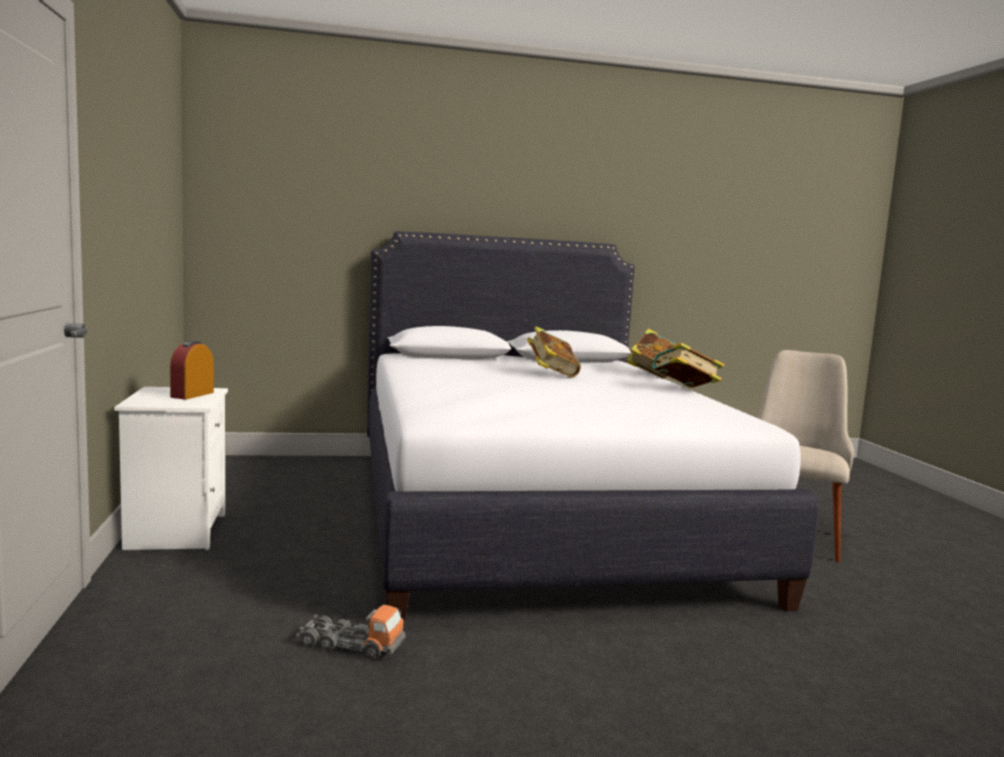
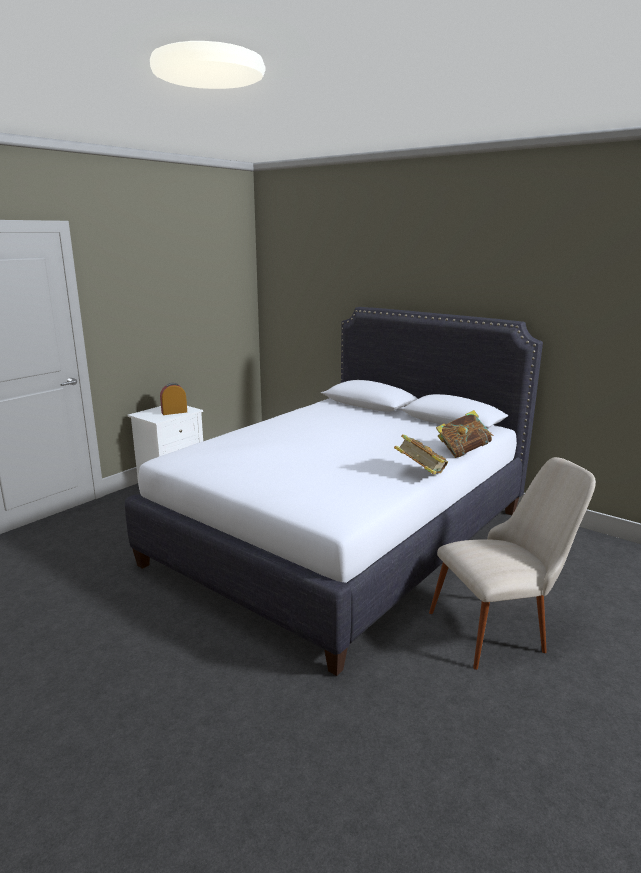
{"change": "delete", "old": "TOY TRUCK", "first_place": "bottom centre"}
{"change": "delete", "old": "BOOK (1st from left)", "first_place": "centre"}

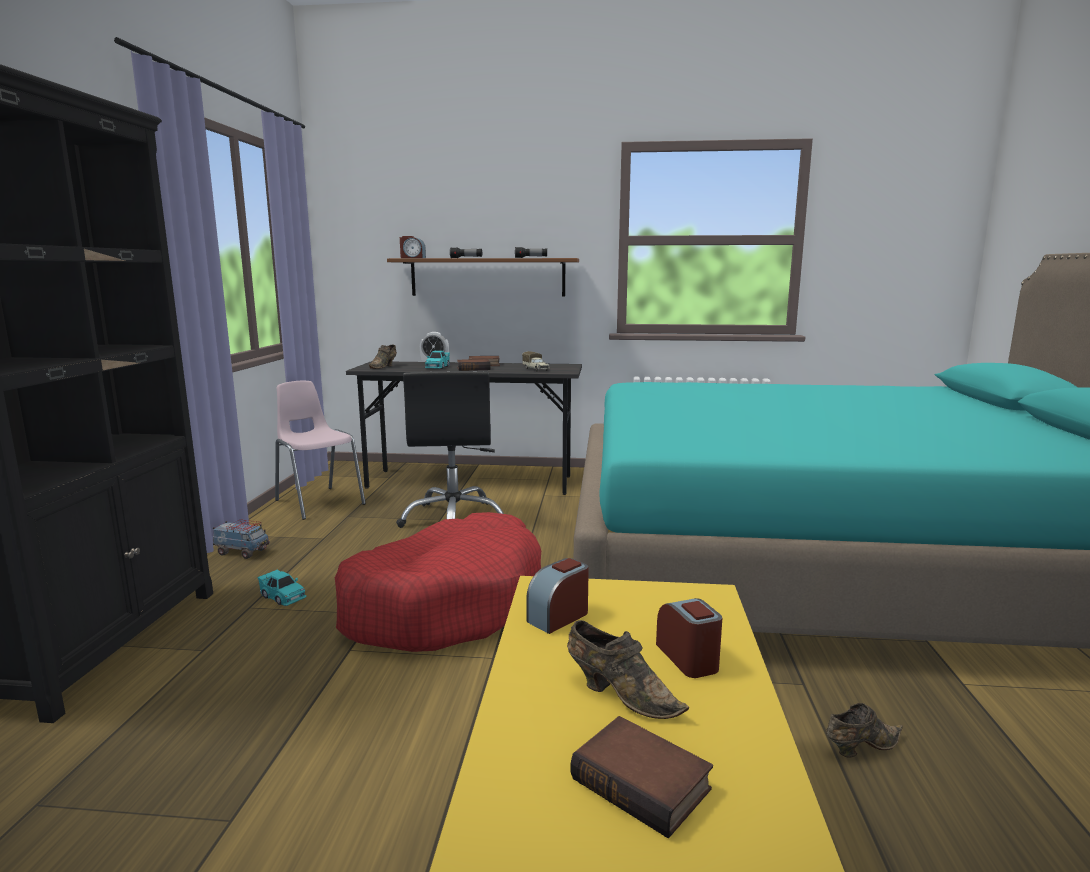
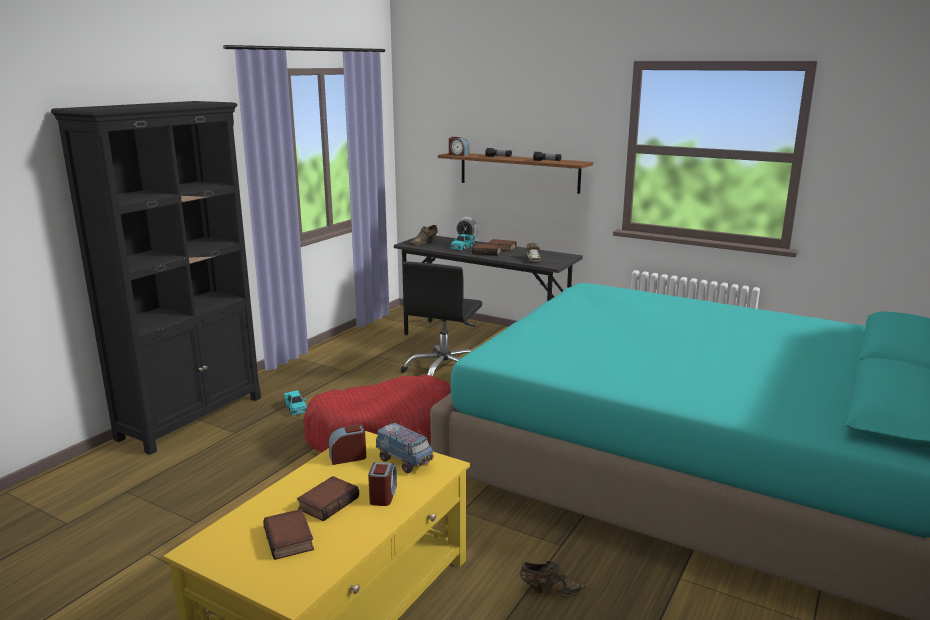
{"change": "move", "old": "TOY TRUCK (1st from left)", "first_place": "middle left", "second_place": "bottom centre"}
{"change": "delete", "old": "PINKISH PLAIN CHAIR", "first_place": "middle left"}
{"change": "replace", "old": "BROWN-COLOURED LOW SHOE (2nd from left)", "new": "BOOK (2nd from left)", "first_place": "bottom centre", "second_place": "bottom centre"}

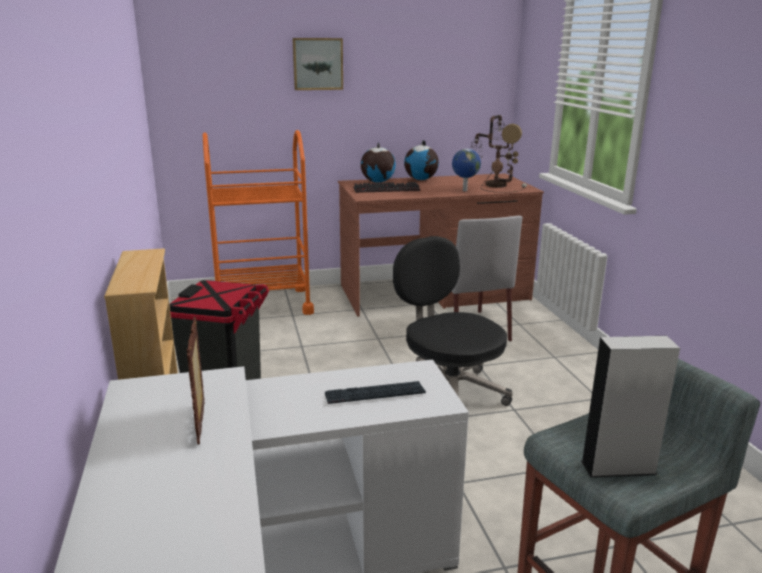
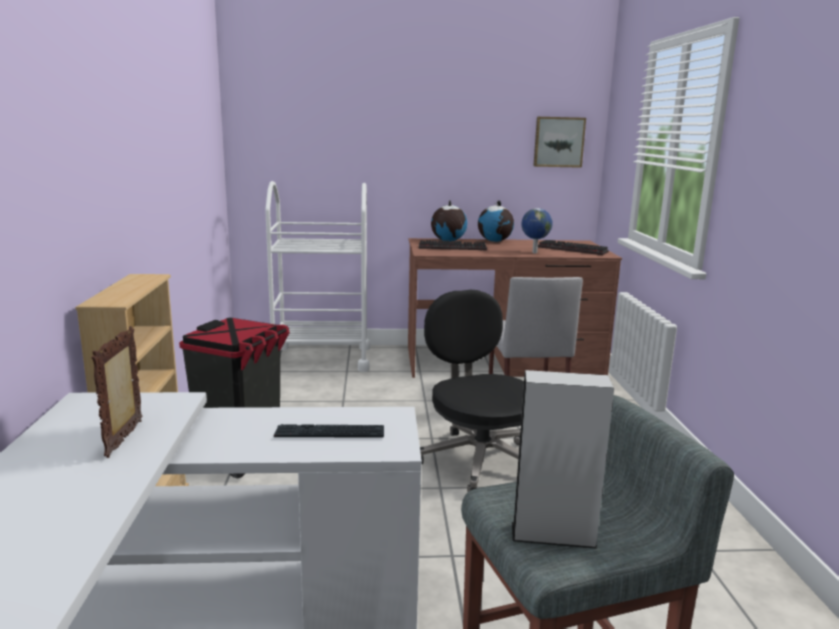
{"change": "recolor", "old": "ORANGE WHEELED CART", "new": "WHITISH WHEELED CART", "first_place": "centre", "second_place": "centre"}
{"change": "move", "old": "WALL PICTURE", "first_place": "top centre", "second_place": "top right"}
{"change": "replace", "old": "TABLE LAMP", "new": "KEYBOARD (3rd from left)", "first_place": "top centre", "second_place": "middle right"}

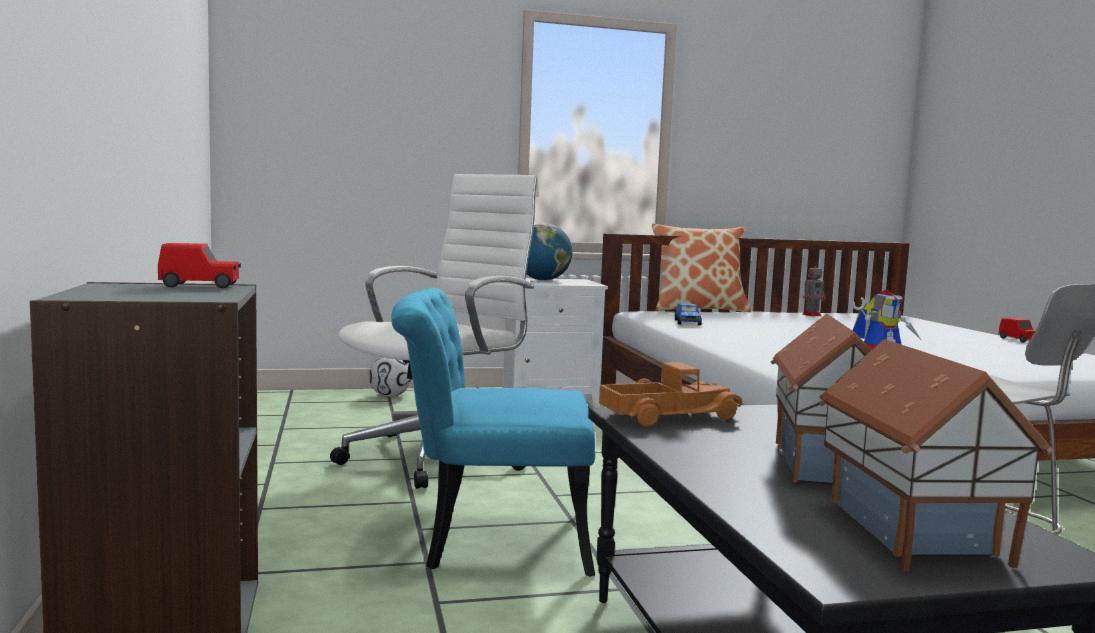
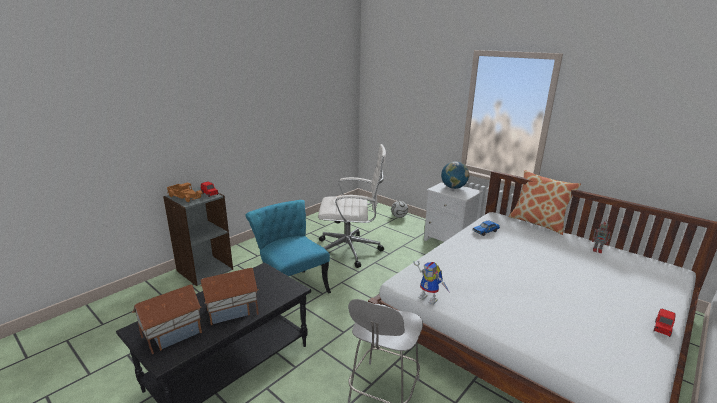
{"change": "move", "old": "TOY TRUCK", "first_place": "centre", "second_place": "middle left"}

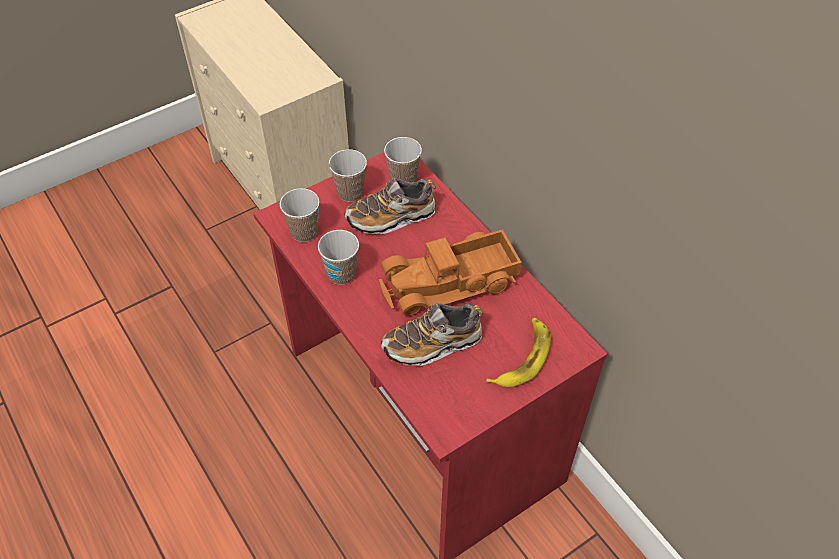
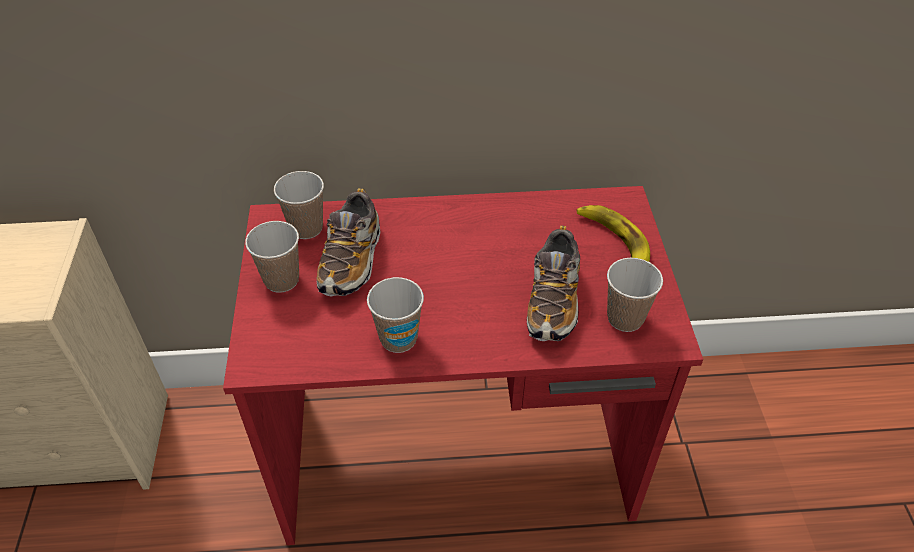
{"change": "move", "old": "CUP (1st from left in the first image)", "new": "CUP (4th from left)", "first_place": "centre", "second_place": "middle right"}
{"change": "delete", "old": "TOY TRUCK", "first_place": "centre"}

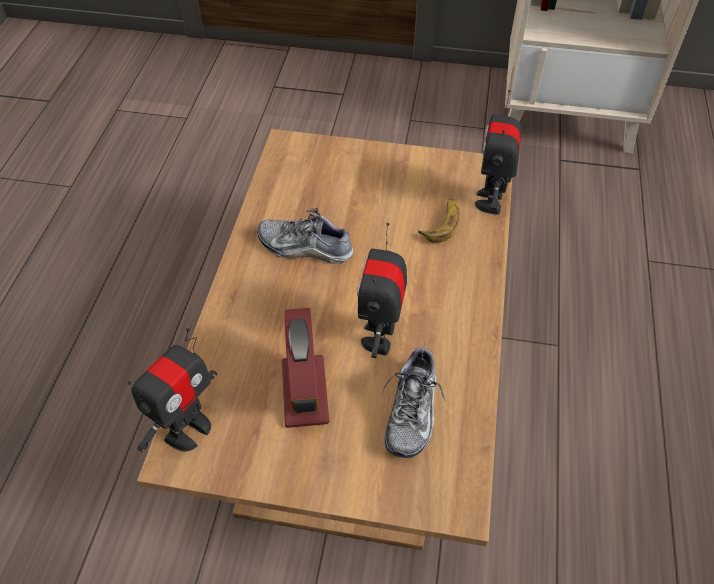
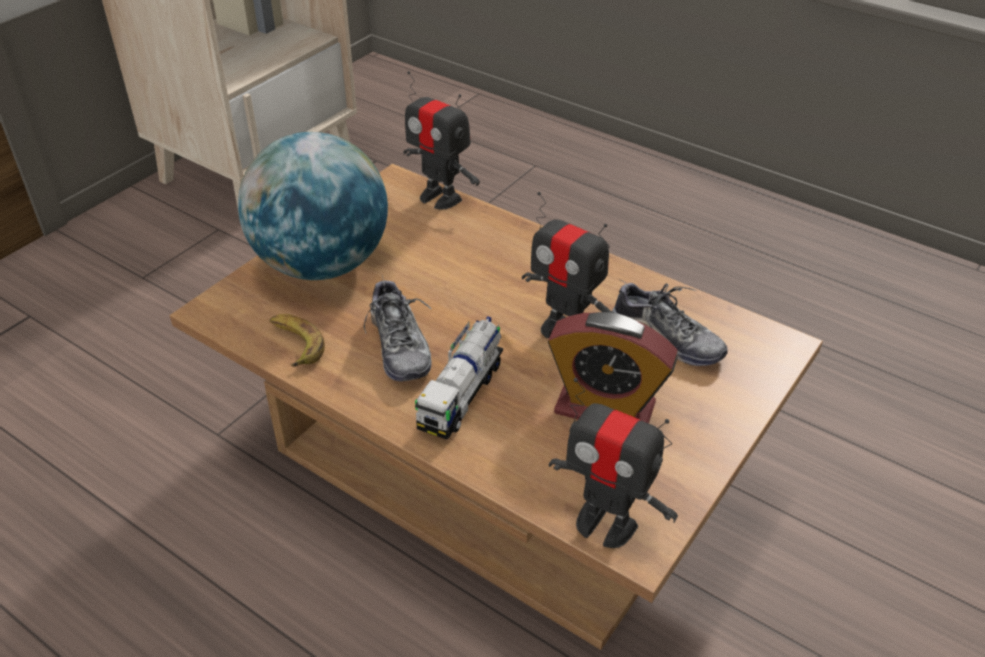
{"change": "rotate", "old": "TOY ROBOT (1st from left in the first image)", "first_place": "bottom left", "second_place": "bottom centre", "degrees": 150}
{"change": "rotate", "old": "LOW SHOE (1st from left)", "first_place": "centre", "second_place": "centre", "degrees": -60}
{"change": "move", "old": "WHOLE BANANA", "first_place": "centre", "second_place": "middle left"}
{"change": "insert", "new": "DESK GLOBE", "second_place": "top left"}
{"change": "insert", "new": "TOY TRUCK", "second_place": "centre"}

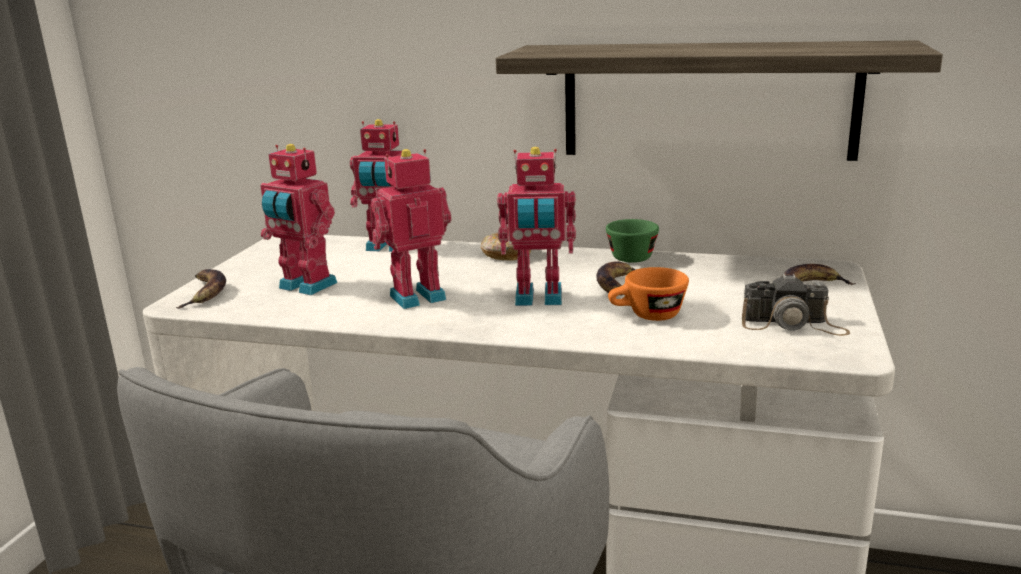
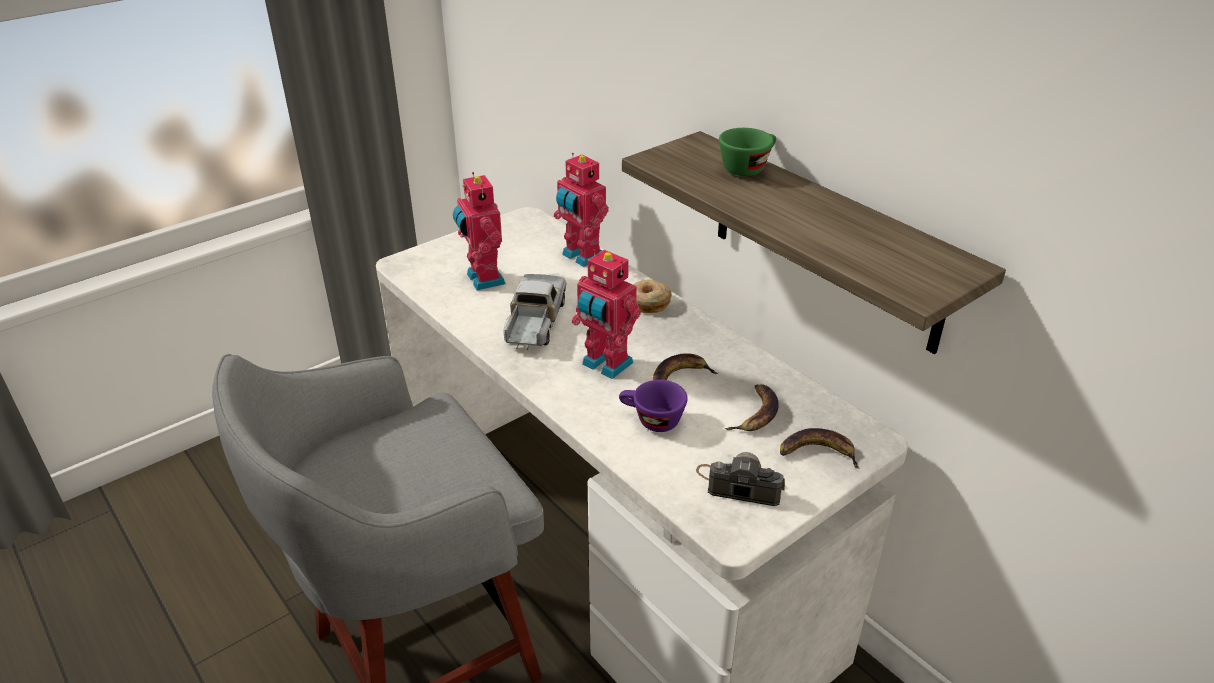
{"change": "move", "old": "WHOLE BANANA (1st from left in the first image)", "new": "WHOLE BANANA (2nd from left)", "first_place": "middle left", "second_place": "centre"}
{"change": "replace", "old": "TOY ROBOT (3rd from left)", "new": "TOY TRUCK", "first_place": "centre", "second_place": "centre"}
{"change": "move", "old": "GREEN CUP", "first_place": "centre", "second_place": "top centre"}
{"change": "recolor", "old": "ORANGE CUP", "new": "PURPLISH CUP", "first_place": "centre", "second_place": "centre"}
{"change": "rotate", "old": "STILL CAMERA", "first_place": "middle right", "second_place": "bottom centre", "degrees": 150}

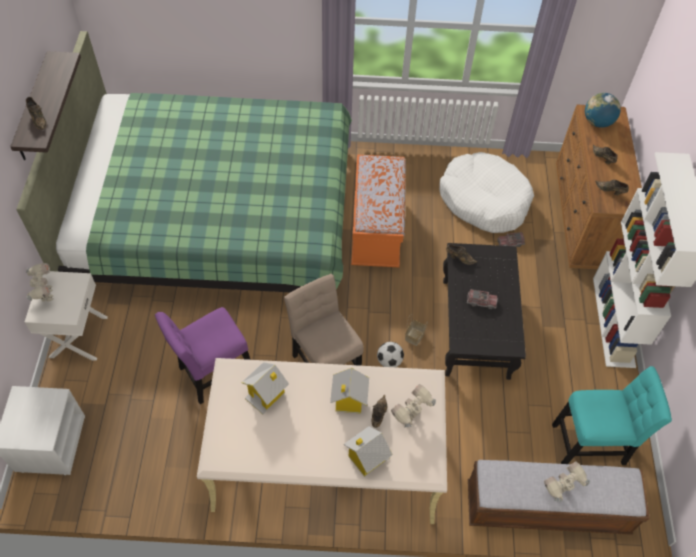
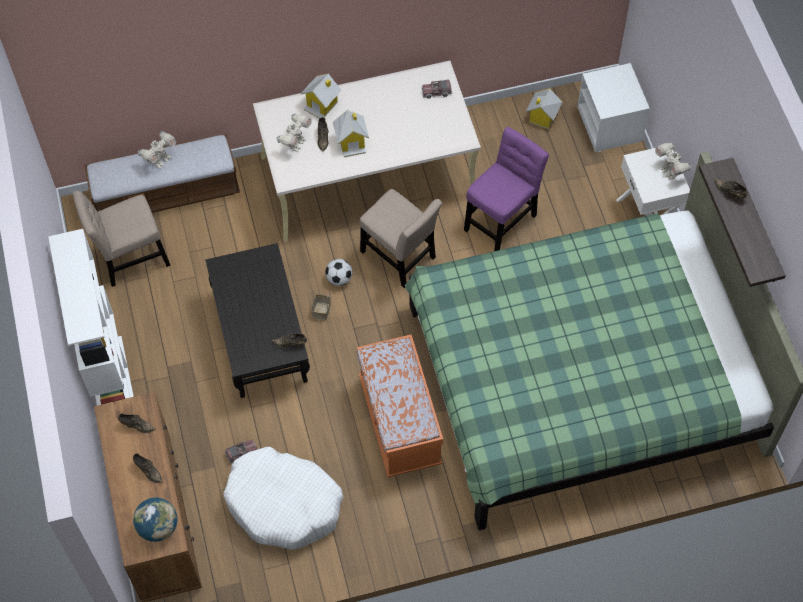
{"change": "move", "old": "TOY HOUSE (1st from left in the first image)", "new": "TOY HOUSE (3rd from left)", "first_place": "bottom centre", "second_place": "top right"}
{"change": "move", "old": "TOY TRUCK (1st from left in the first image)", "new": "TOY TRUCK (2nd from left)", "first_place": "middle right", "second_place": "top centre"}
{"change": "recolor", "old": "TURQUOISE PLAIN CHAIR", "new": "SAND-COLOURED PLAIN CHAIR (1st from left)", "first_place": "bottom right", "second_place": "middle left"}

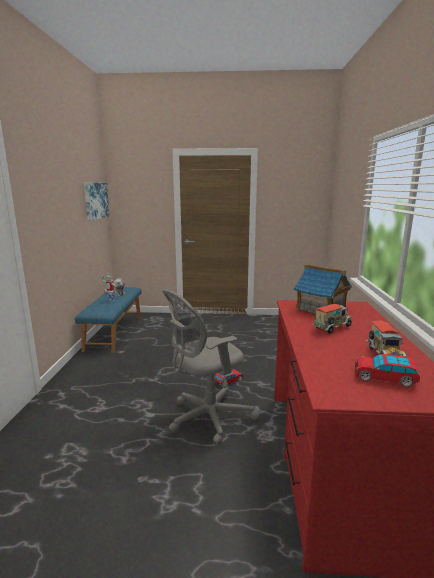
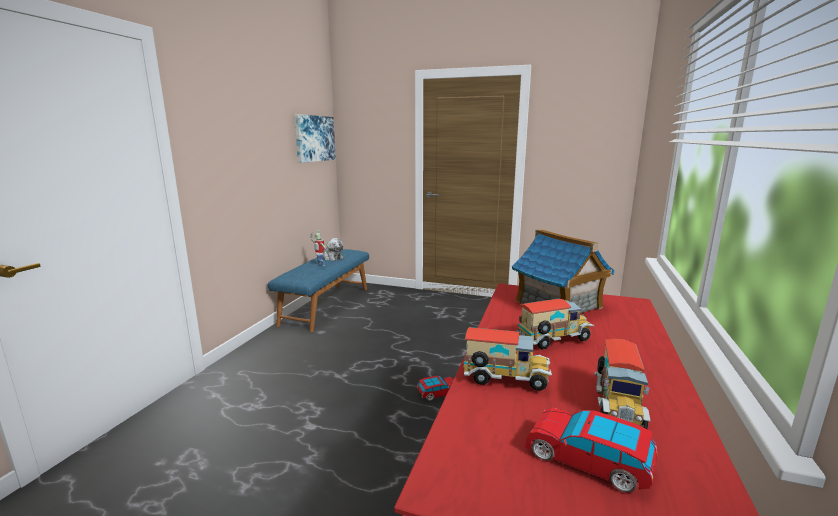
{"change": "delete", "old": "GREY COMPUTER CHAIR", "first_place": "centre"}
{"change": "insert", "new": "TOY TRUCK (1st from left)", "second_place": "bottom centre"}

